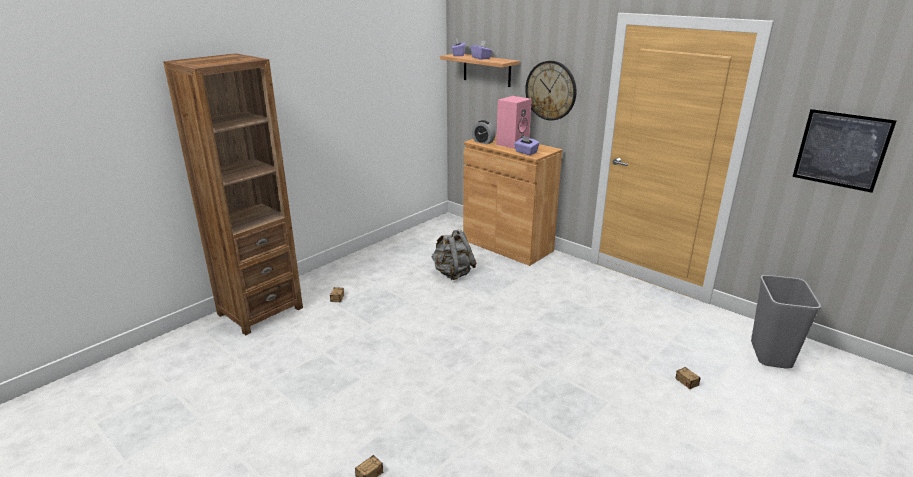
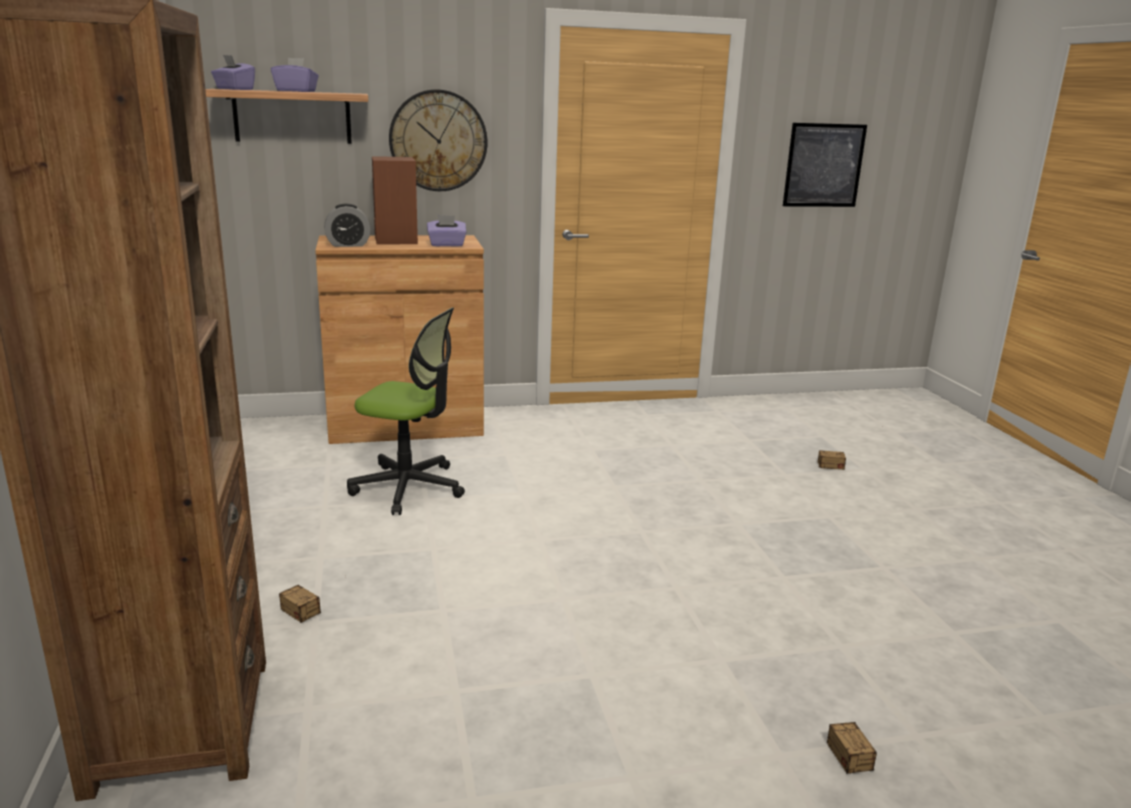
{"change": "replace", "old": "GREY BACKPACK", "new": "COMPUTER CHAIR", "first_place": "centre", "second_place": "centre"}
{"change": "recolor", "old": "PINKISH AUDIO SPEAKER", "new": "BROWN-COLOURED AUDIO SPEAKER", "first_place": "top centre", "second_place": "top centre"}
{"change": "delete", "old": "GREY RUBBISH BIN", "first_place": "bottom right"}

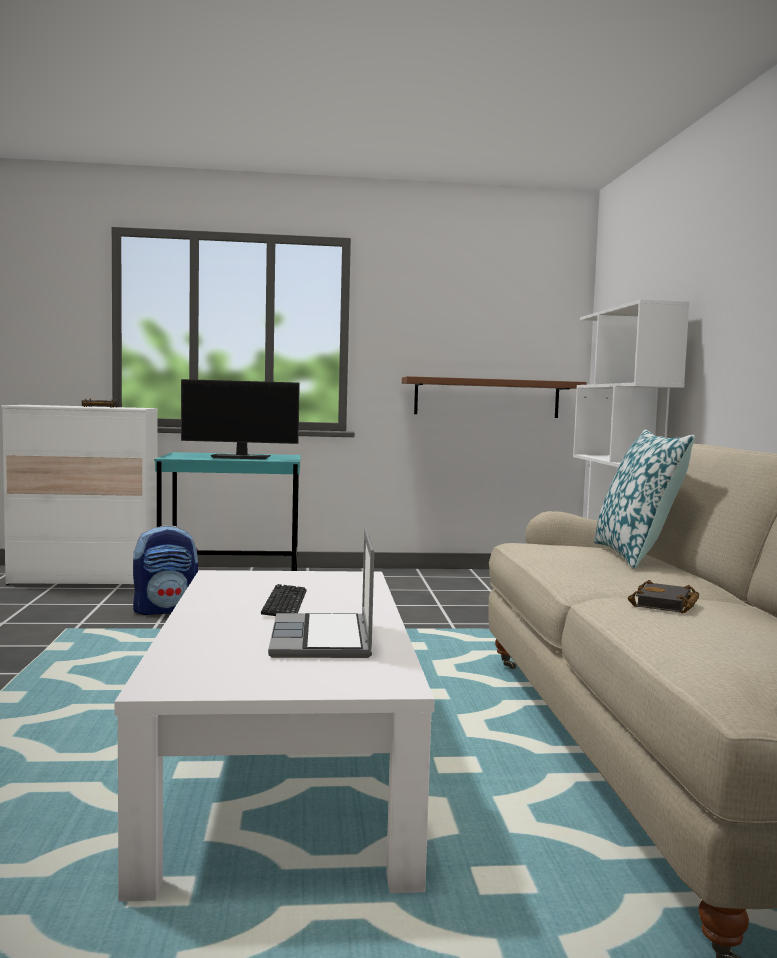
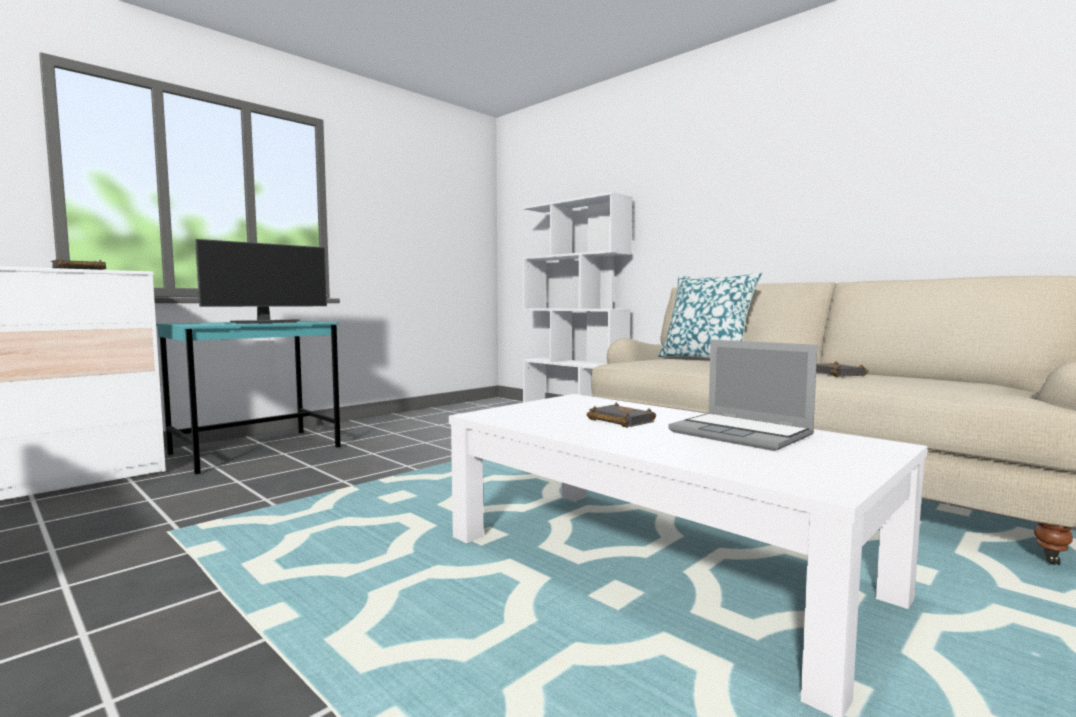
{"change": "delete", "old": "BACKPACK", "first_place": "middle left"}
{"change": "replace", "old": "KEYBOARD", "new": "BLACK BOOK (2nd from left)", "first_place": "centre", "second_place": "centre"}
{"change": "delete", "old": "BROWN-COLOURED SHELF", "first_place": "centre"}

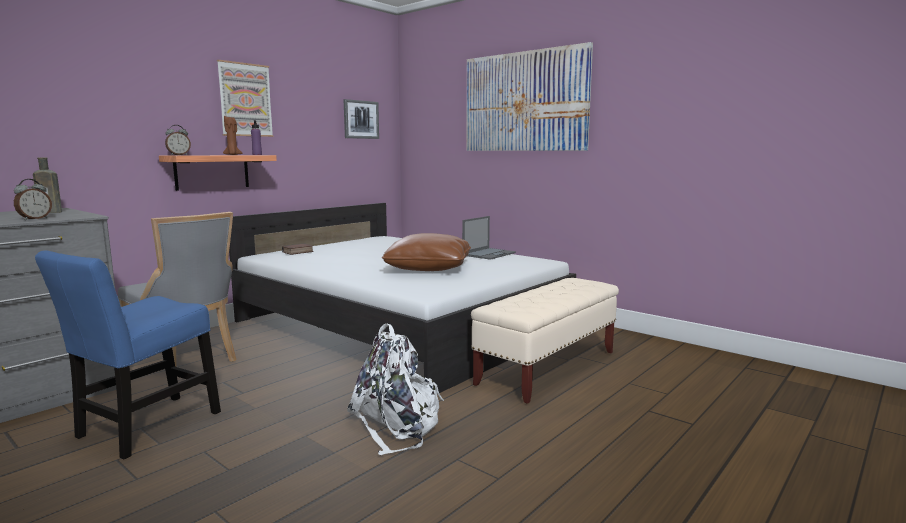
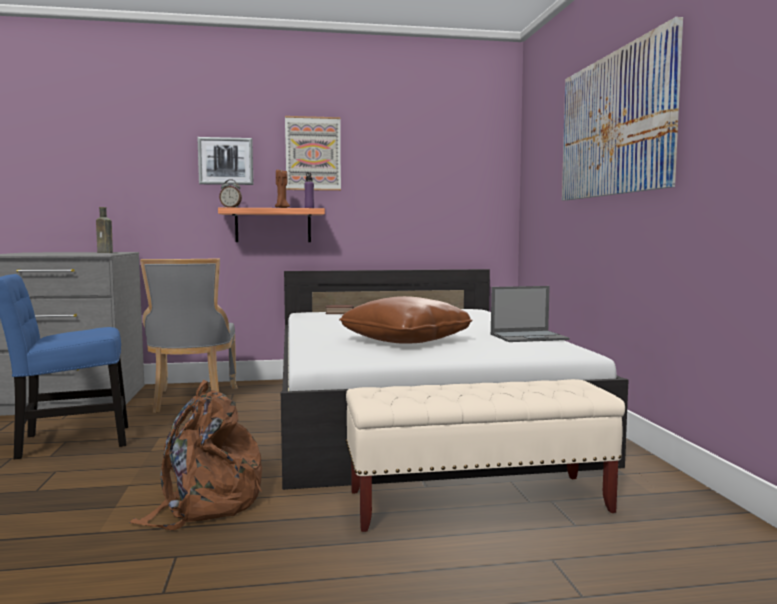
{"change": "delete", "old": "ALARM CLOCK (1st from left)", "first_place": "middle left"}
{"change": "move", "old": "WALL PICTURE (2nd from left in the first image)", "new": "WALL PICTURE (1st from left)", "first_place": "top centre", "second_place": "top left"}
{"change": "recolor", "old": "WHITISH BACKPACK", "new": "BROWN-COLOURED BACKPACK", "first_place": "bottom centre", "second_place": "bottom left"}

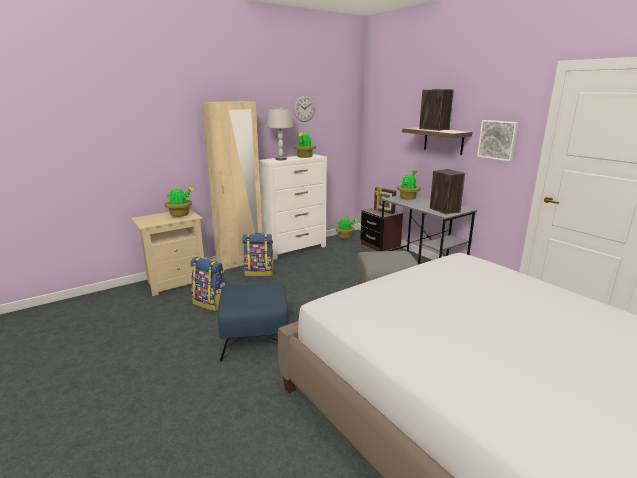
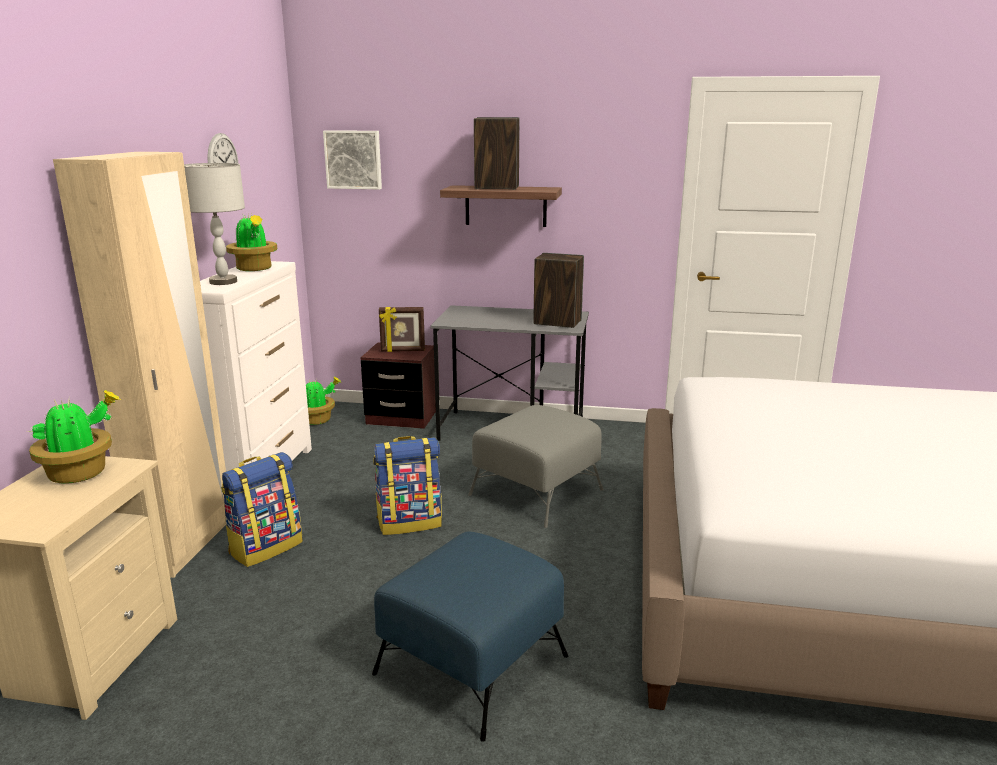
{"change": "move", "old": "BACKPACK (1st from left in the first image)", "new": "BACKPACK (2nd from left)", "first_place": "middle left", "second_place": "centre"}
{"change": "delete", "old": "PLANT IN A POT (4th from left)", "first_place": "centre"}
{"change": "move", "old": "WALL PICTURE", "first_place": "top right", "second_place": "top centre"}

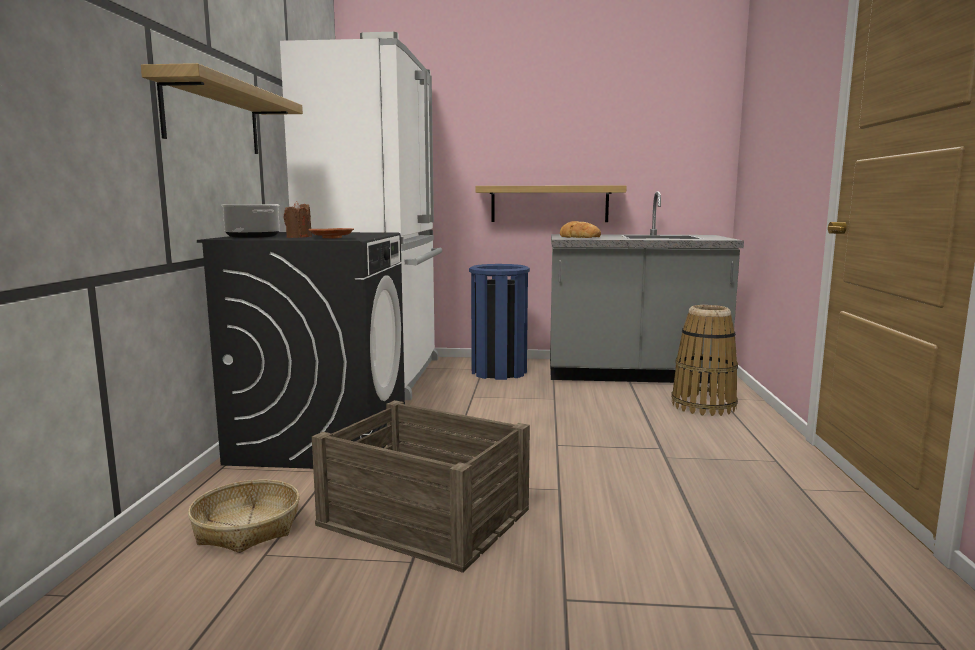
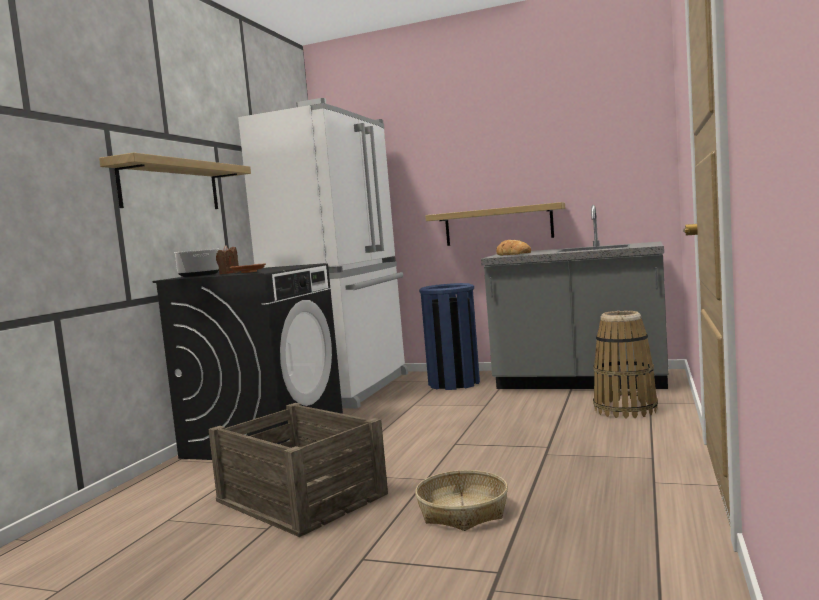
{"change": "move", "old": "STORAGE BASKET (1st from left)", "first_place": "bottom left", "second_place": "bottom centre"}

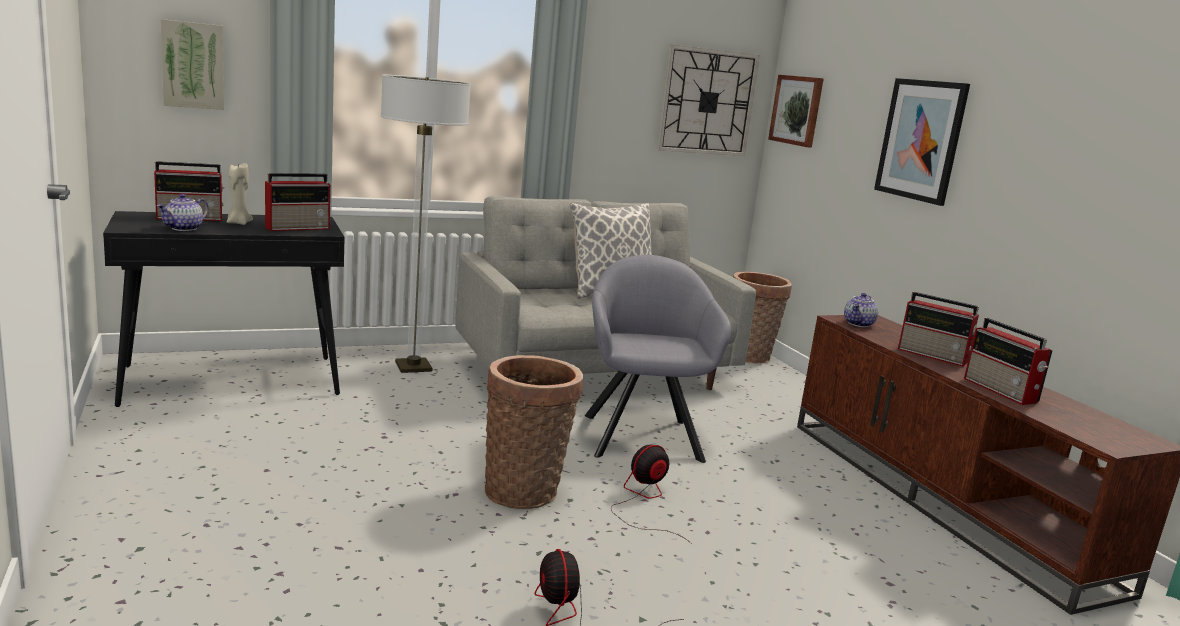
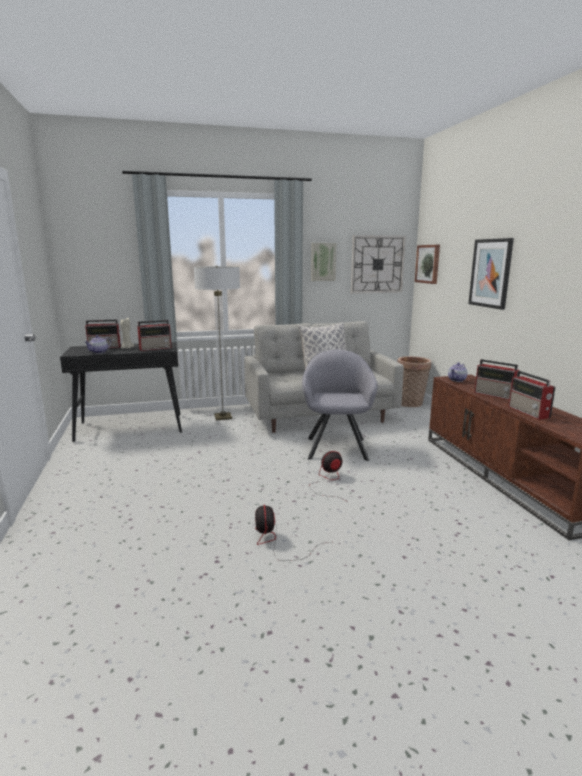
{"change": "move", "old": "WALL PICTURE (1st from left)", "first_place": "top left", "second_place": "centre"}
{"change": "delete", "old": "STORAGE BASKET (1st from left)", "first_place": "bottom centre"}

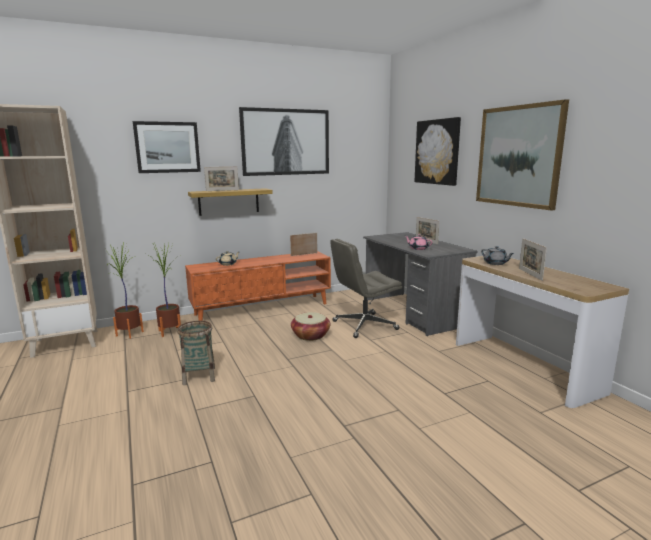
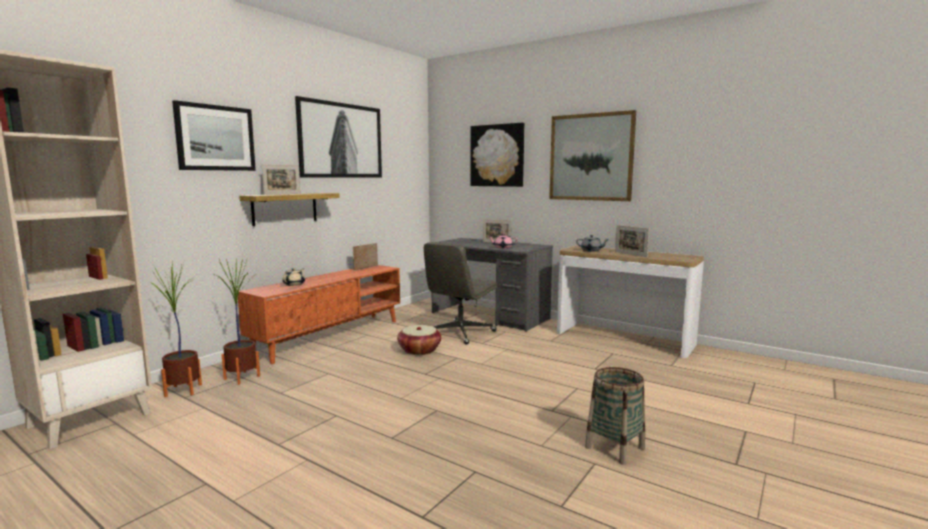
{"change": "move", "old": "STORAGE BASKET (1st from left in the first image)", "new": "STORAGE BASKET (2nd from left)", "first_place": "middle left", "second_place": "bottom centre"}

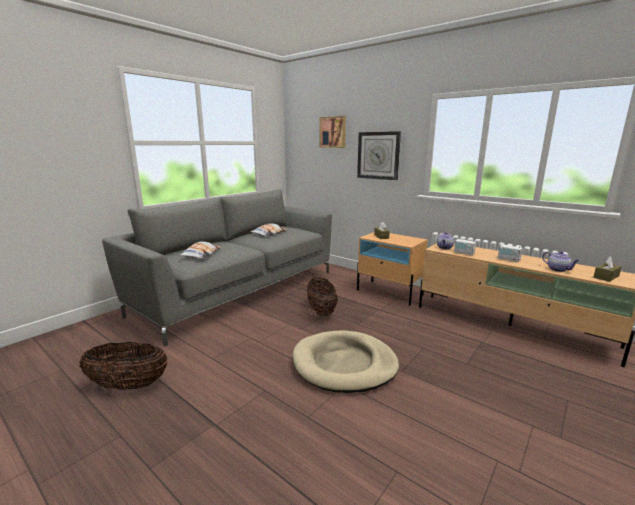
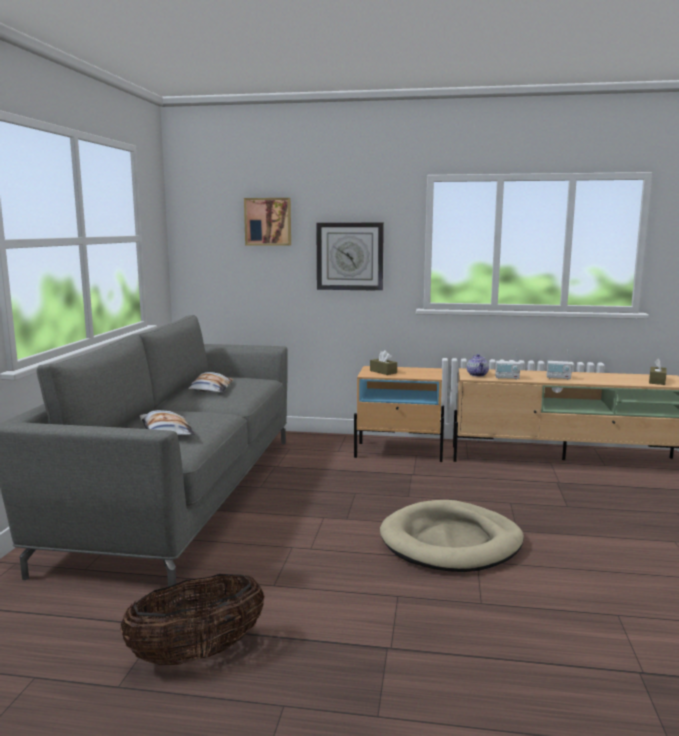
{"change": "delete", "old": "STORAGE BASKET (2nd from left)", "first_place": "centre"}
{"change": "delete", "old": "TEA POT (2nd from left)", "first_place": "middle right"}

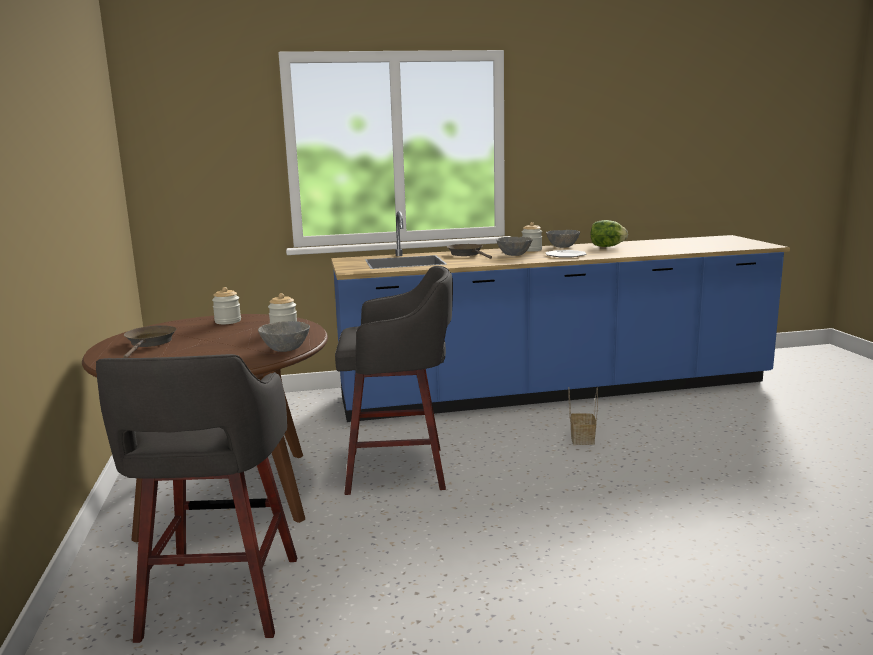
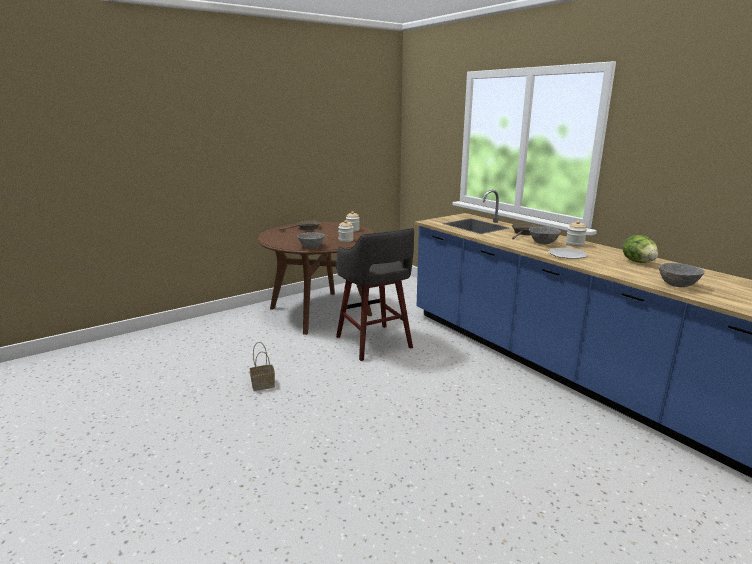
{"change": "delete", "old": "GREY STOOL (1st from left)", "first_place": "bottom left"}
{"change": "move", "old": "GREY BOWL (3rd from left)", "first_place": "centre", "second_place": "middle right"}
{"change": "move", "old": "STORAGE BASKET", "first_place": "middle right", "second_place": "centre"}

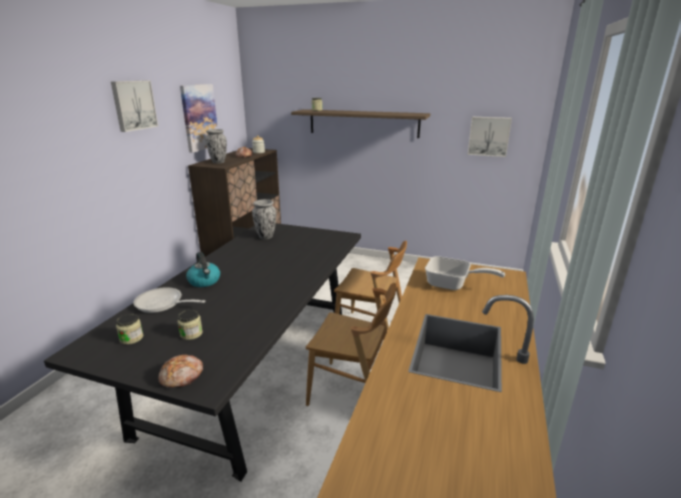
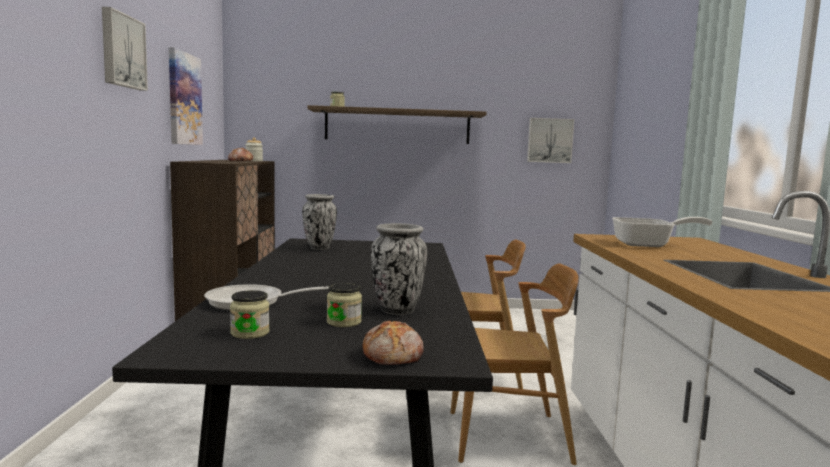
{"change": "delete", "old": "TEA KETTLE", "first_place": "middle left"}
{"change": "move", "old": "DECORATIVE VASE (1st from left in the first image)", "new": "DECORATIVE VASE (2nd from left)", "first_place": "top left", "second_place": "centre"}

